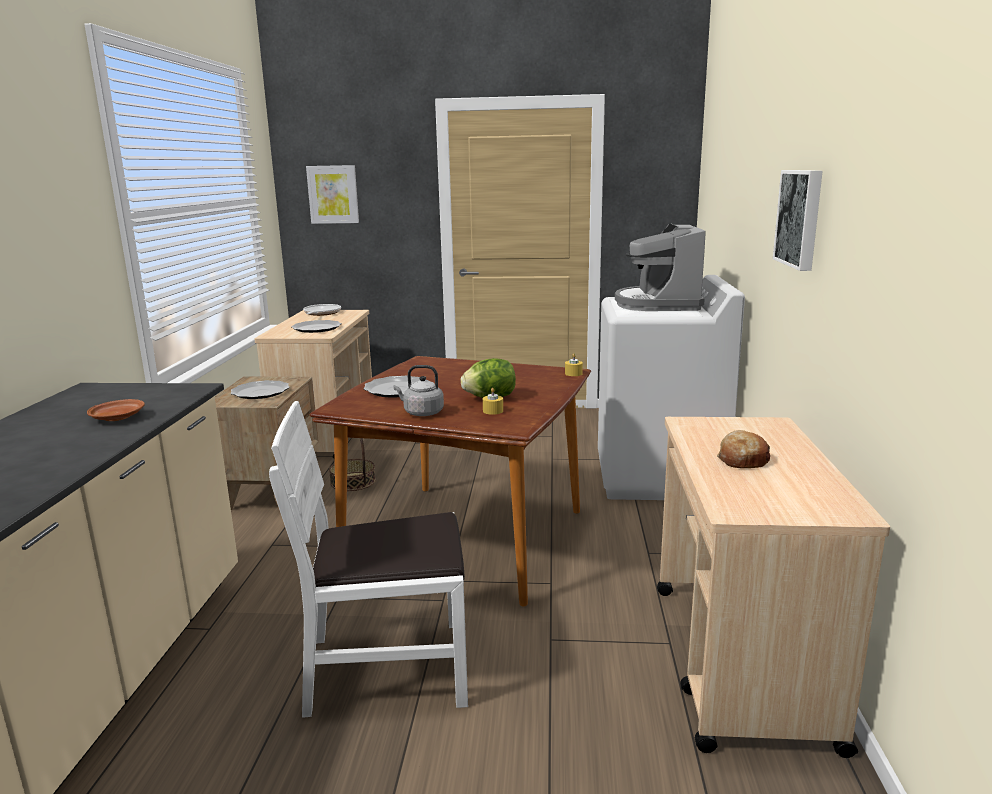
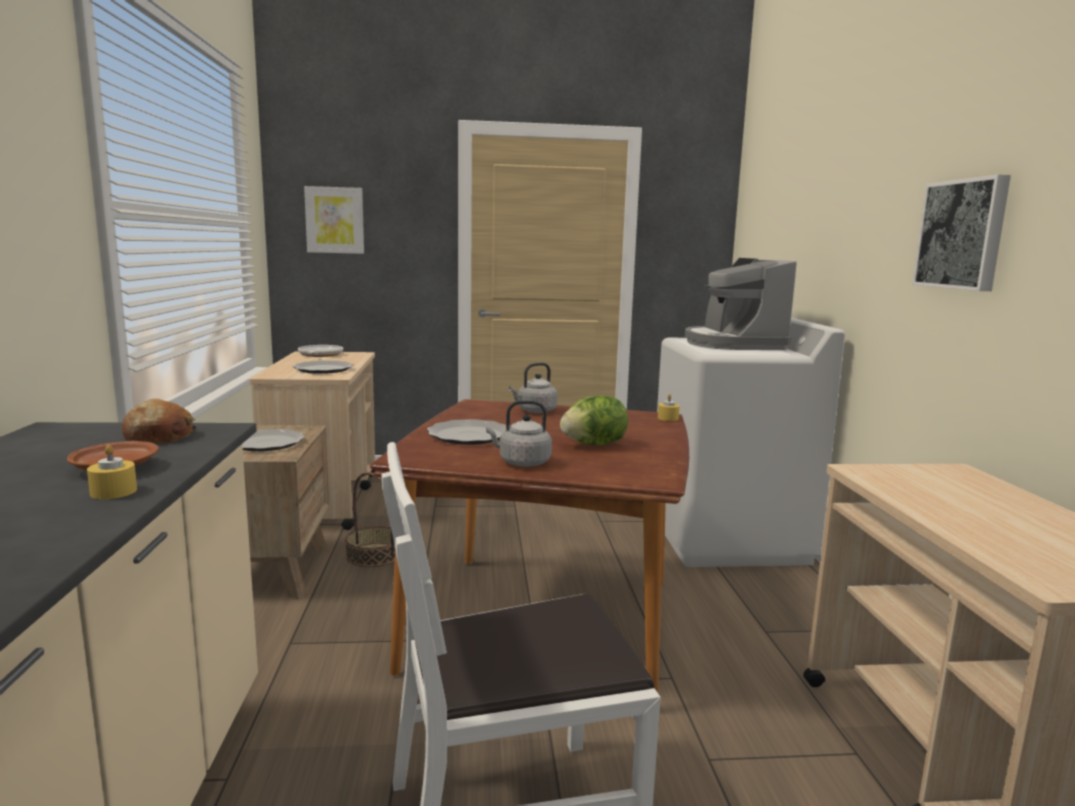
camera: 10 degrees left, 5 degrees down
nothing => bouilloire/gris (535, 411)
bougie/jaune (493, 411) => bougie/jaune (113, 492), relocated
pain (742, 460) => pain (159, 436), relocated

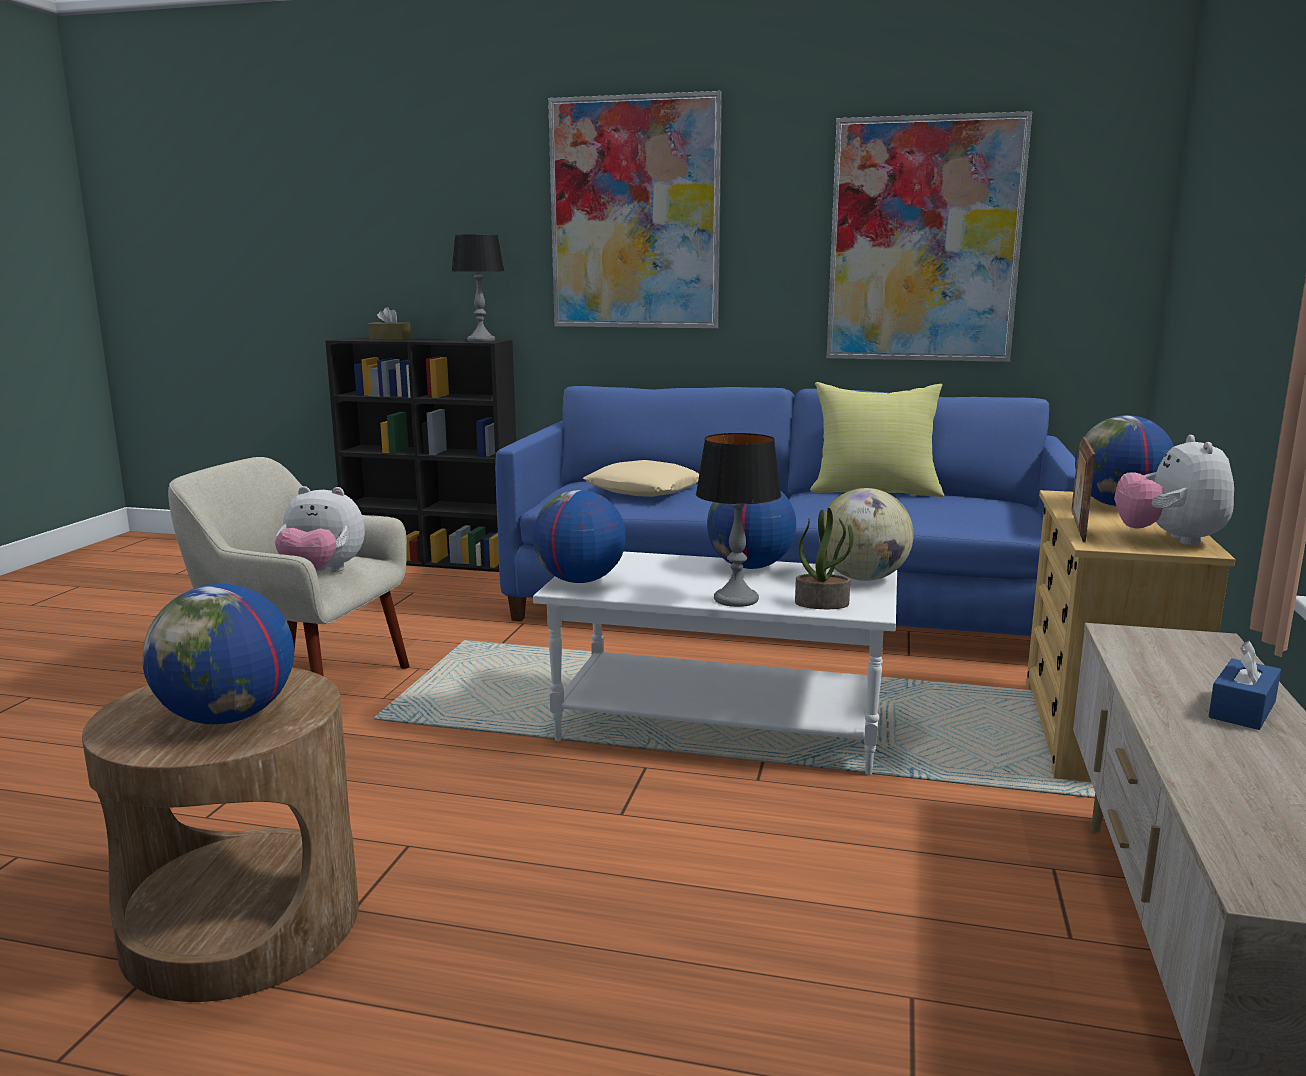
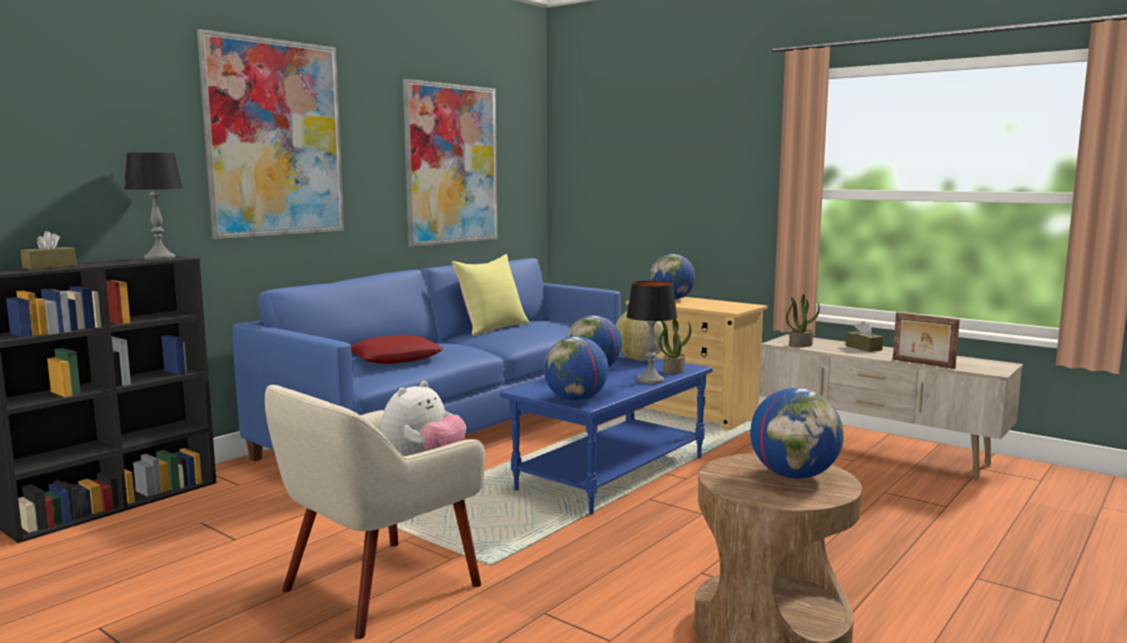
camera: 65 degrees left, 5 degrees down
peluche (1169, 540) => nothing
nothing => plante en pot (800, 345)
cadre photo (1077, 528) => cadre photo (922, 364), relocated
table basse/blanc (722, 724) => table basse/bleu (611, 472)
coussin/beige (643, 490) => coussin/rouge (395, 358)
boîte à mouchoirs/bleu (1242, 709) => boîte à mouchoirs/marron (863, 348)

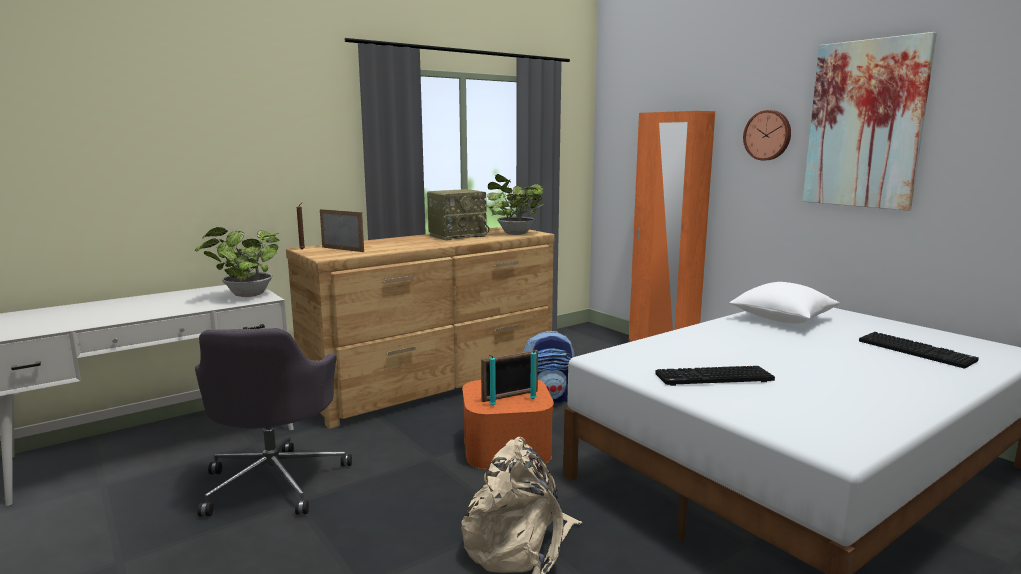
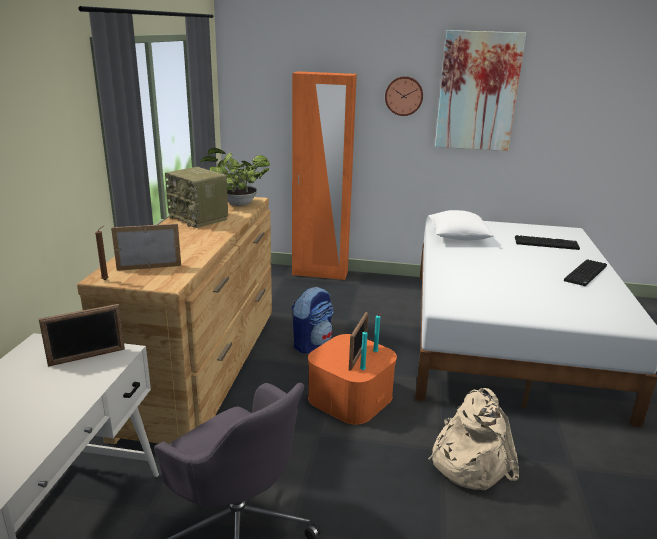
camera: 45 degrees left, 10 degrees up
clavier (713, 378) => clavier (586, 274), relocated
plante en pot (245, 295) => cadre photo (87, 357)
radio (458, 236) => radio (199, 218), 120 degrees clockwise

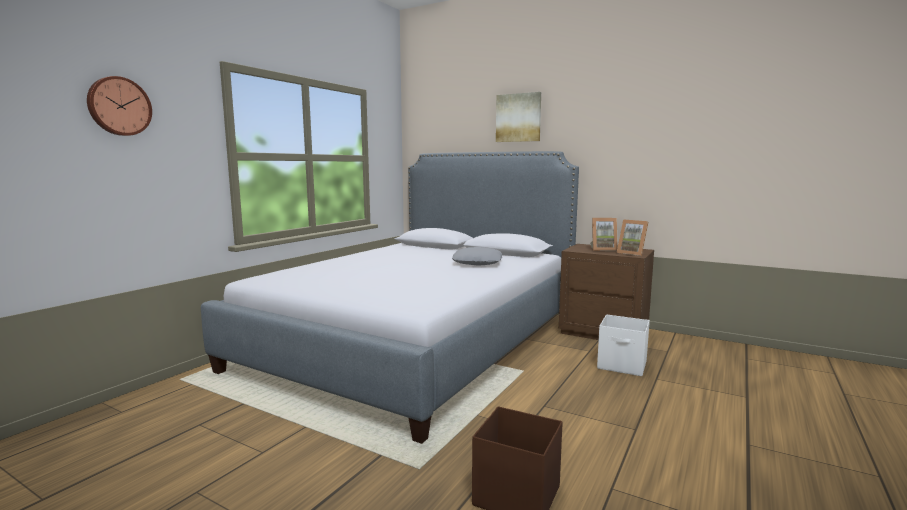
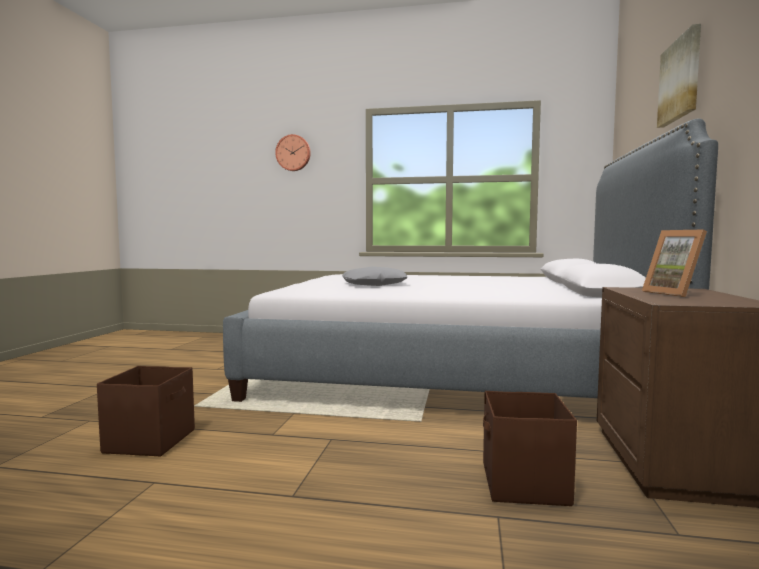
camera: 70 degrees right, 5 degrees down
cadre photo (632, 253) => nothing
coussin/gris (478, 263) => coussin/gris (374, 284), relocated
boîte de rangement/blanc (622, 365) => boîte de rangement/marron (523, 484)

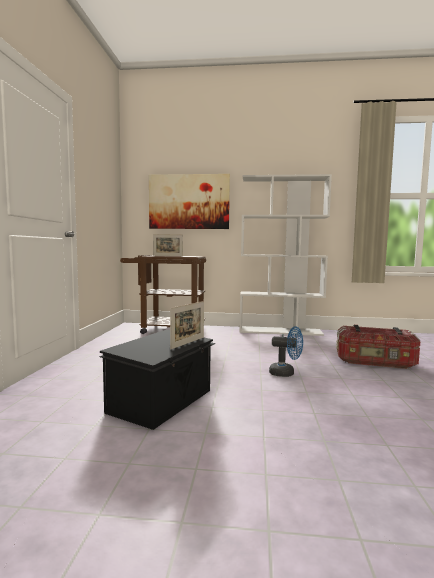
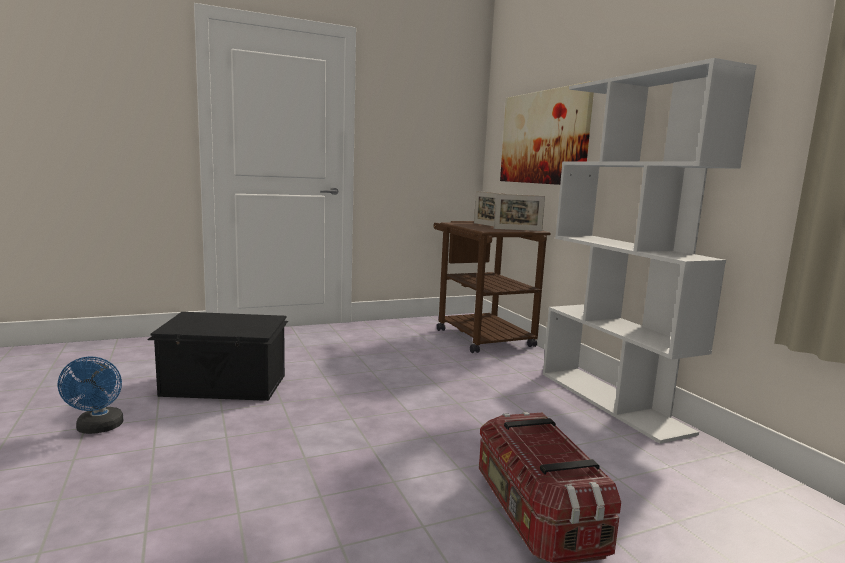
camera: 60 degrees right, 5 degrees up
cadre photo (188, 343) => cadre photo (517, 229), relocated
ventilateur/bleu (286, 373) => ventilateur/bleu (98, 428), relocated

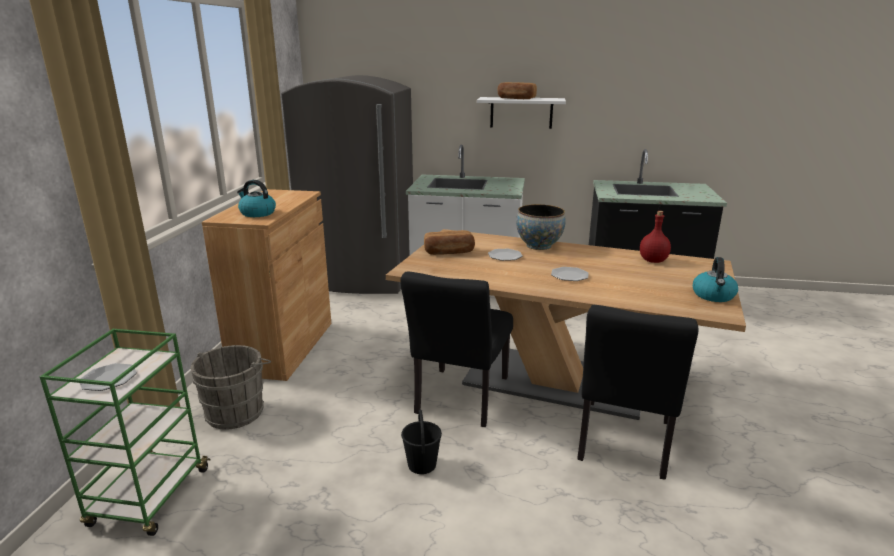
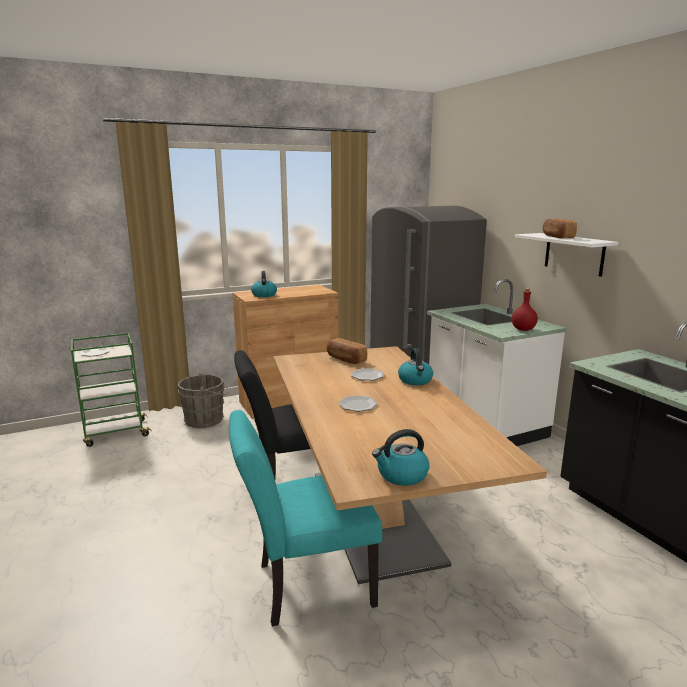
camera: 55 degrees right, 5 degrees down
seau/noir (422, 464) => nothing
bouteille/rouge (653, 261) => bouteille/rouge (522, 329), relocated
bol (539, 246) => bouilloire (415, 380)
chaise/noir (623, 446) => chaise/turquoise (305, 585)

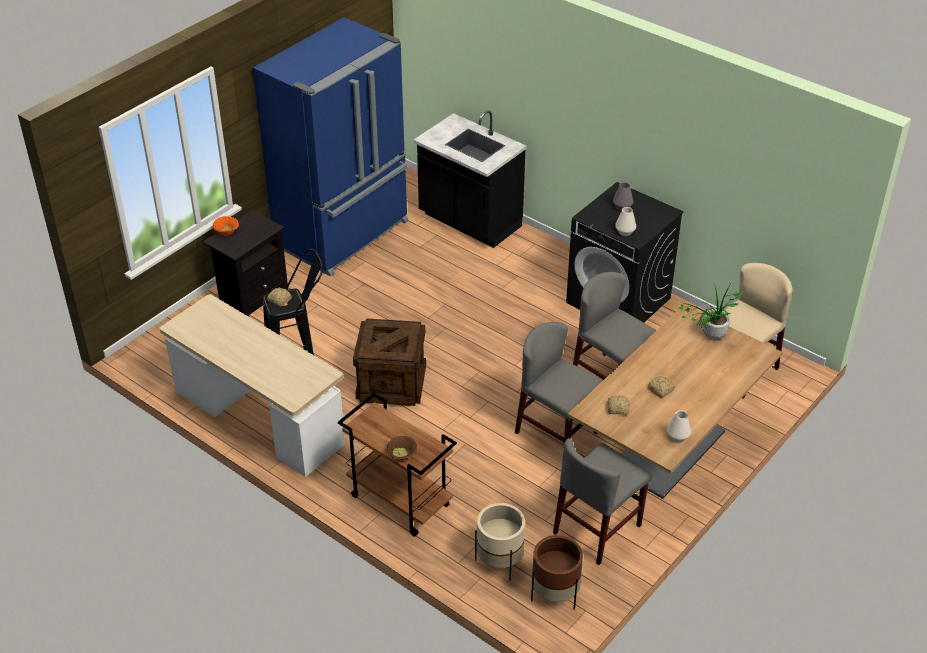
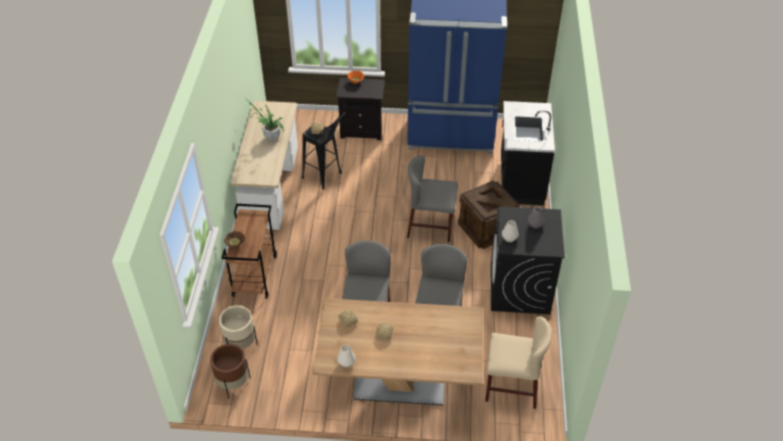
camera: 55 degrees right, 5 degrees up
caisse (392, 383) => caisse (487, 228), relocated
chaise/gris (597, 529) => chaise/gris (430, 226), relocated
plante en pot (709, 337) => plante en pot (269, 137), relocated

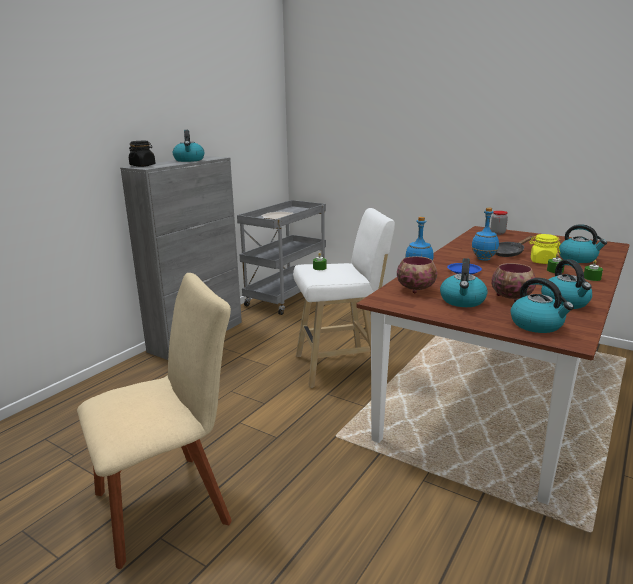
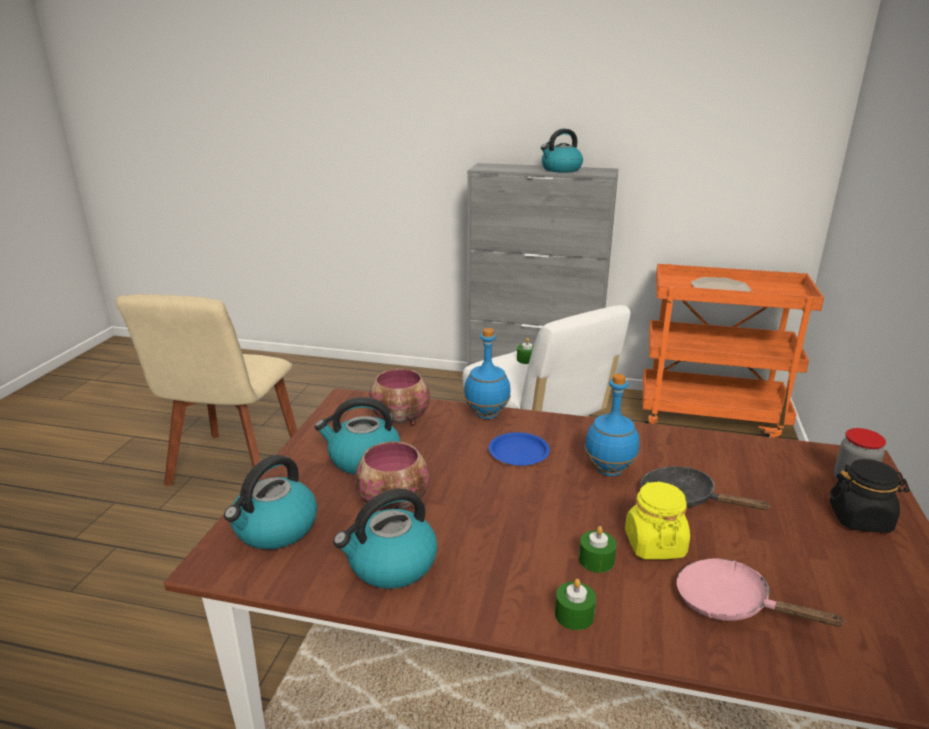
camera: 70 degrees right, 5 degrees up
bocal/noir (142, 165) => bocal/noir (860, 518), relocated
bouilloire (578, 259) => poêle/rose (730, 604)
chariot/gris (285, 297) => chariot/orange (711, 417)
chaise/beige (169, 503) => chaise/beige (233, 467), 60 degrees clockwise

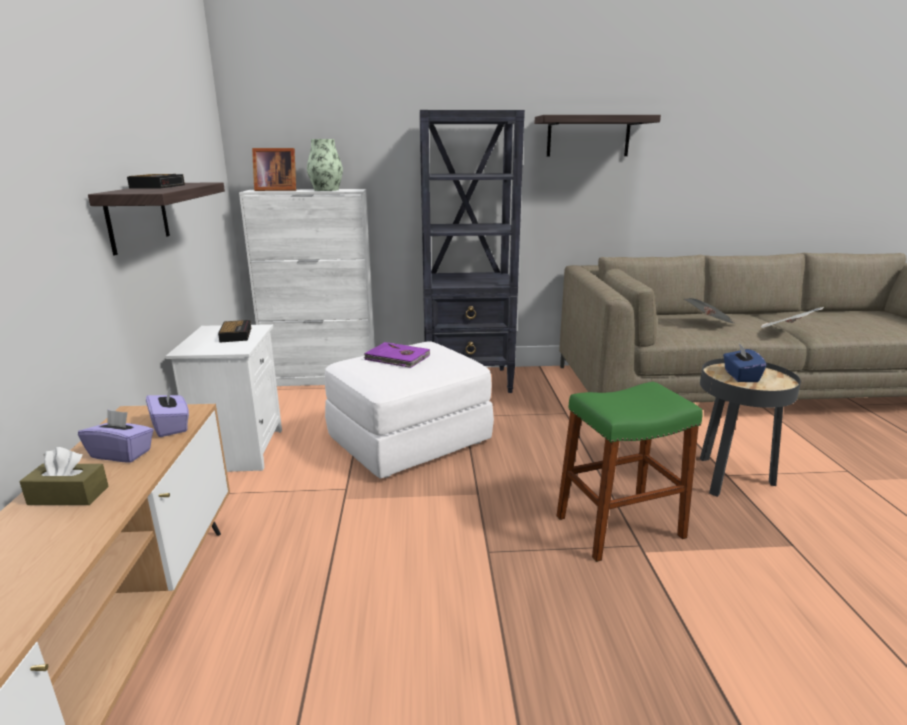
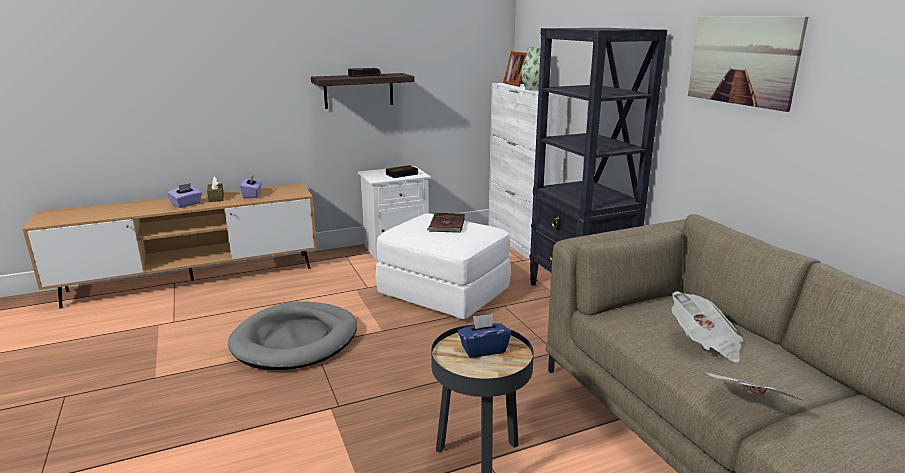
camera: 70 degrees right, 0 degrees up
tabouret/vert (619, 527) => nothing
nothing => panier pour chien/gris (296, 340)
boîte à mouchoirs/violet (171, 426) => boîte à mouchoirs/violet (186, 204), relocated
étagère (588, 136) => tableau (742, 60)
livre/violet (397, 358) => livre/marron (446, 225)

